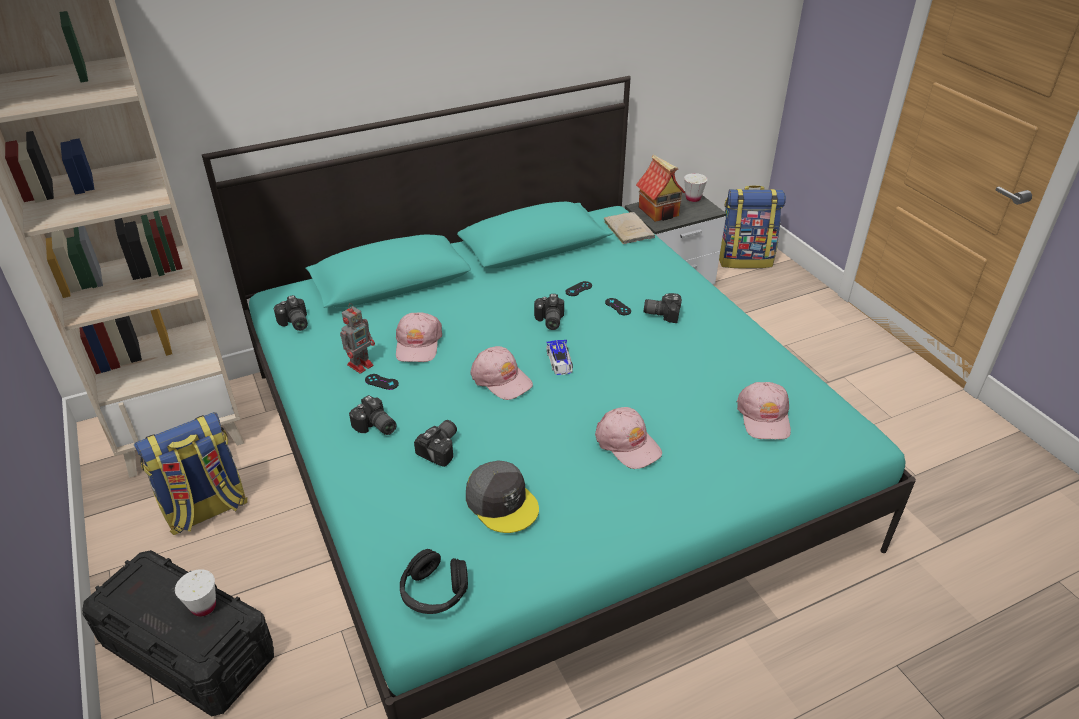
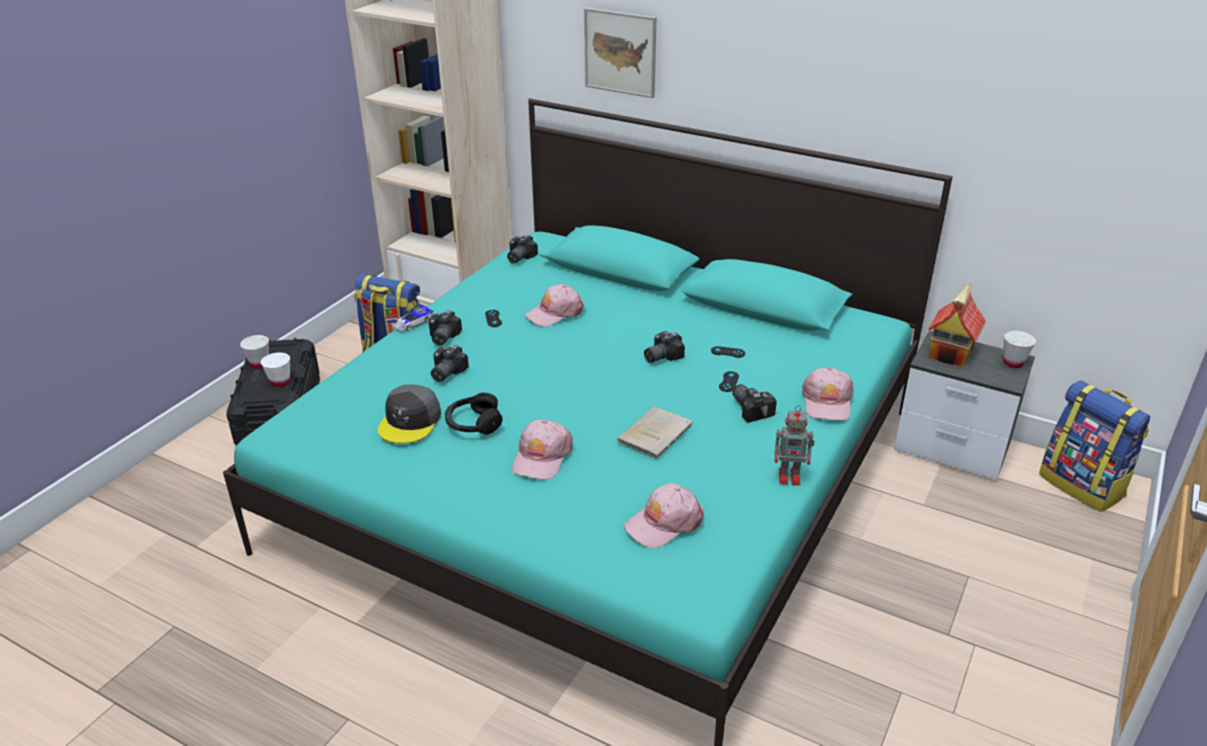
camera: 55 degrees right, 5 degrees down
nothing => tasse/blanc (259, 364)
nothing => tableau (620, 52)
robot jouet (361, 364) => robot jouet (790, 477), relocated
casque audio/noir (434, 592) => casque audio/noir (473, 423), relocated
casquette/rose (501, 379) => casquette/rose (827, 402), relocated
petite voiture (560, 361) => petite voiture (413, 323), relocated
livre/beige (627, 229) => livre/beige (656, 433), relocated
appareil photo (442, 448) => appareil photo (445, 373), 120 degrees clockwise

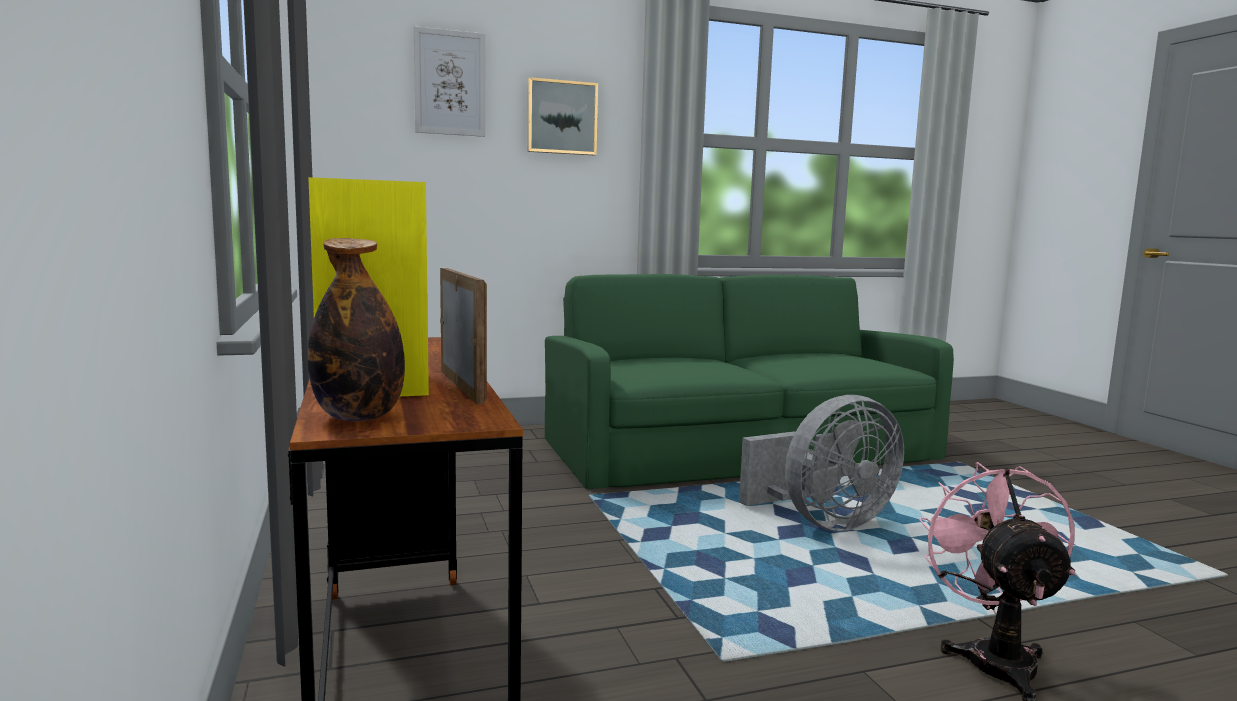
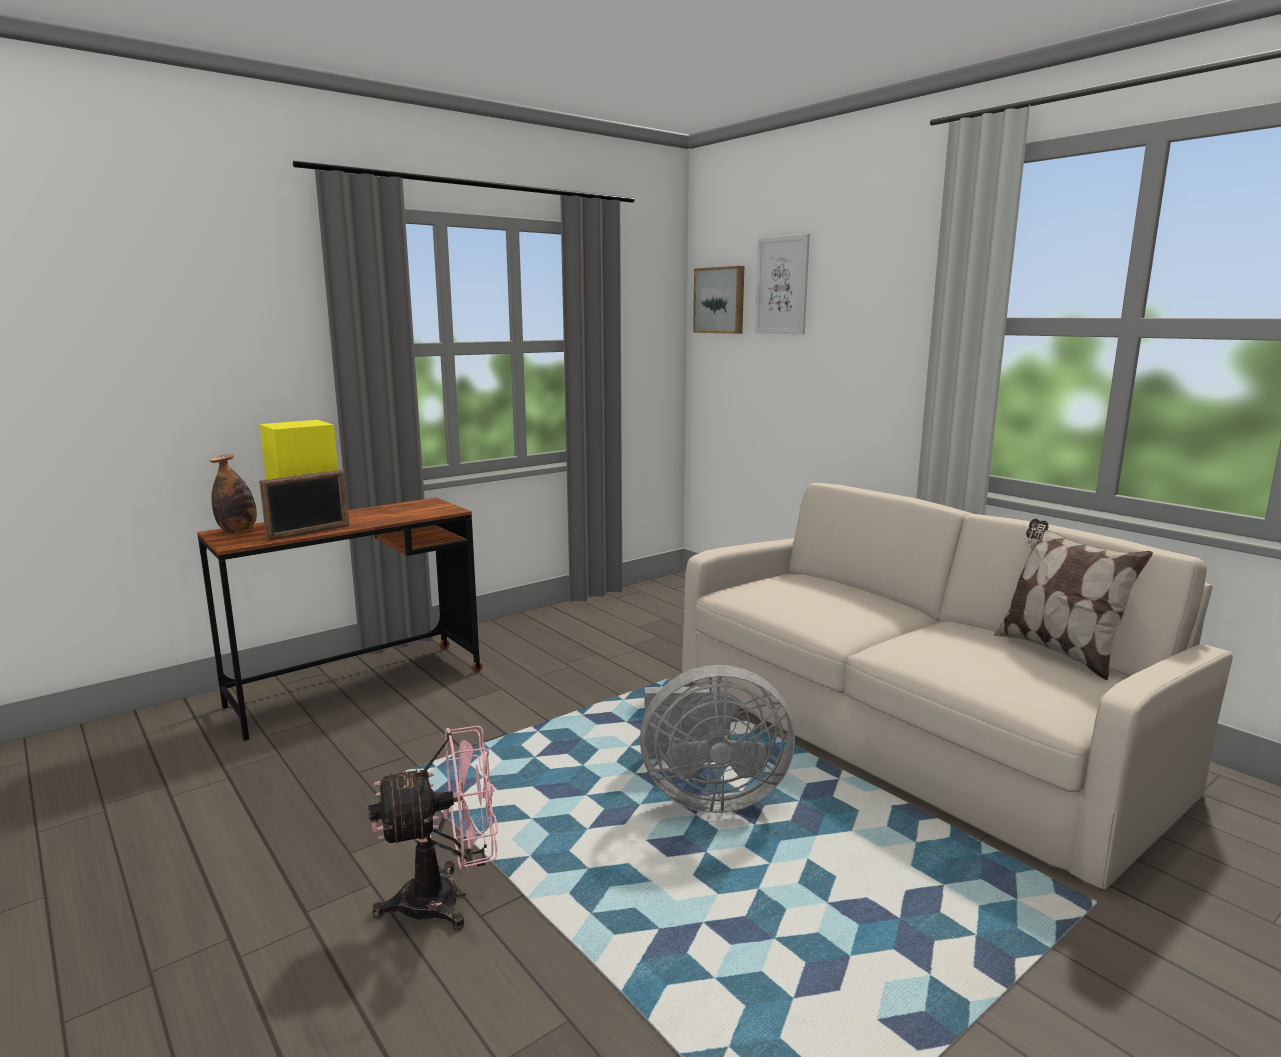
camera: 70 degrees right, 5 degrees up
nothing => coussin (1058, 652)
tableau (561, 117) => tableau (720, 300), relocated
canapé/vert (739, 446) => canapé/beige (911, 725)
ventilateur/gris (824, 522) => ventilateur/gris (707, 796), 45 degrees counterclockwise

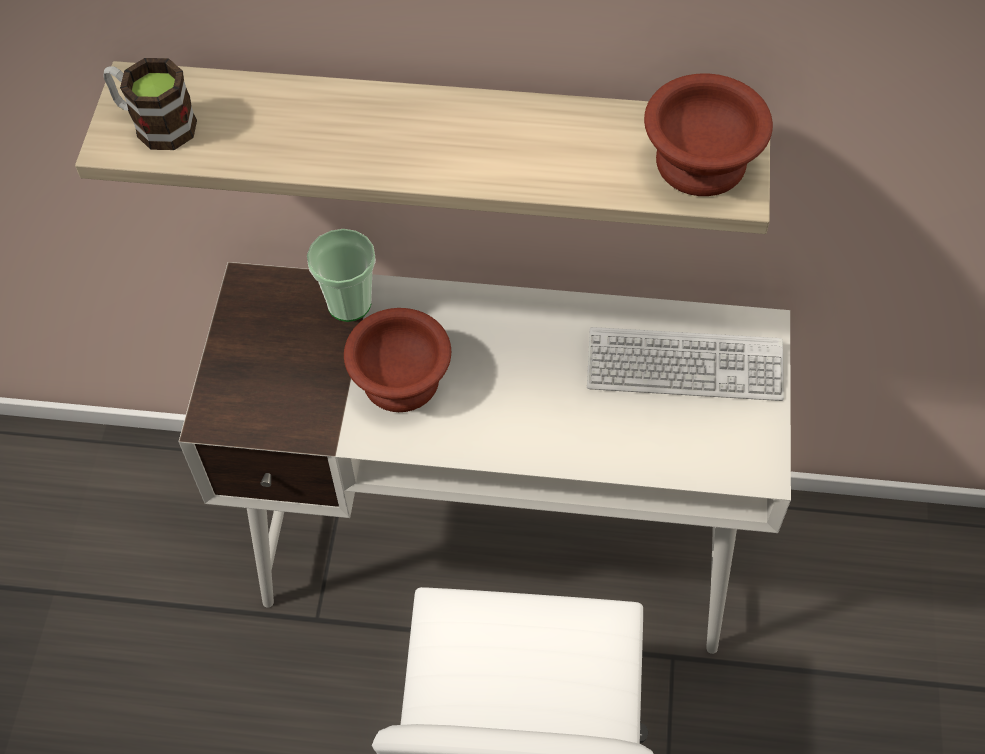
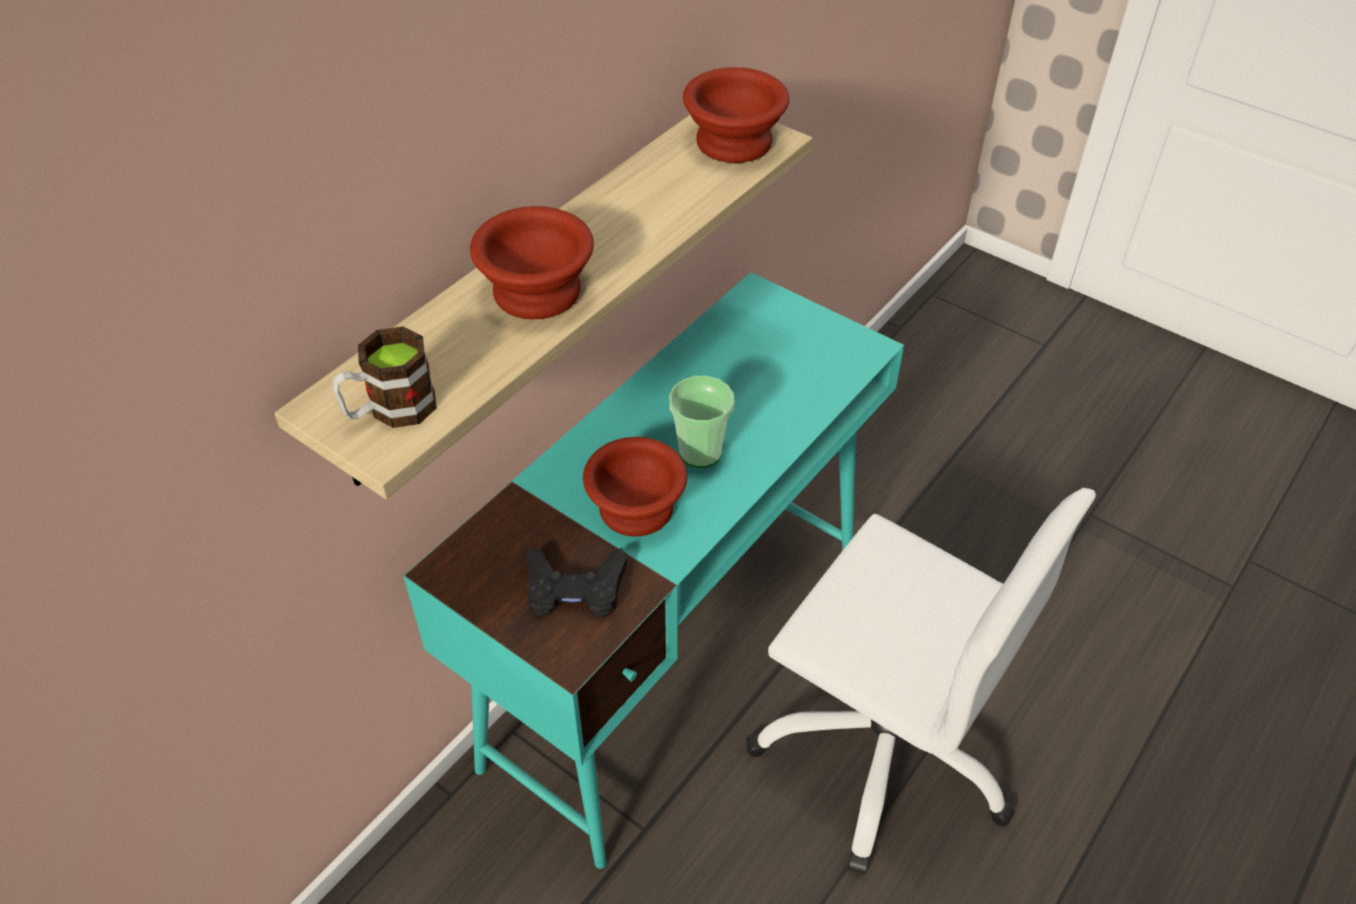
camera: 60 degrees left, 10 degrees down
clavier (684, 366) => nothing
nothing => bol/marron (535, 294)
nothing => manette/noir (574, 588)
tasse (349, 304) => tasse (700, 452), relocated
bureau/blanc (499, 552) => bureau/turquoise (677, 660)

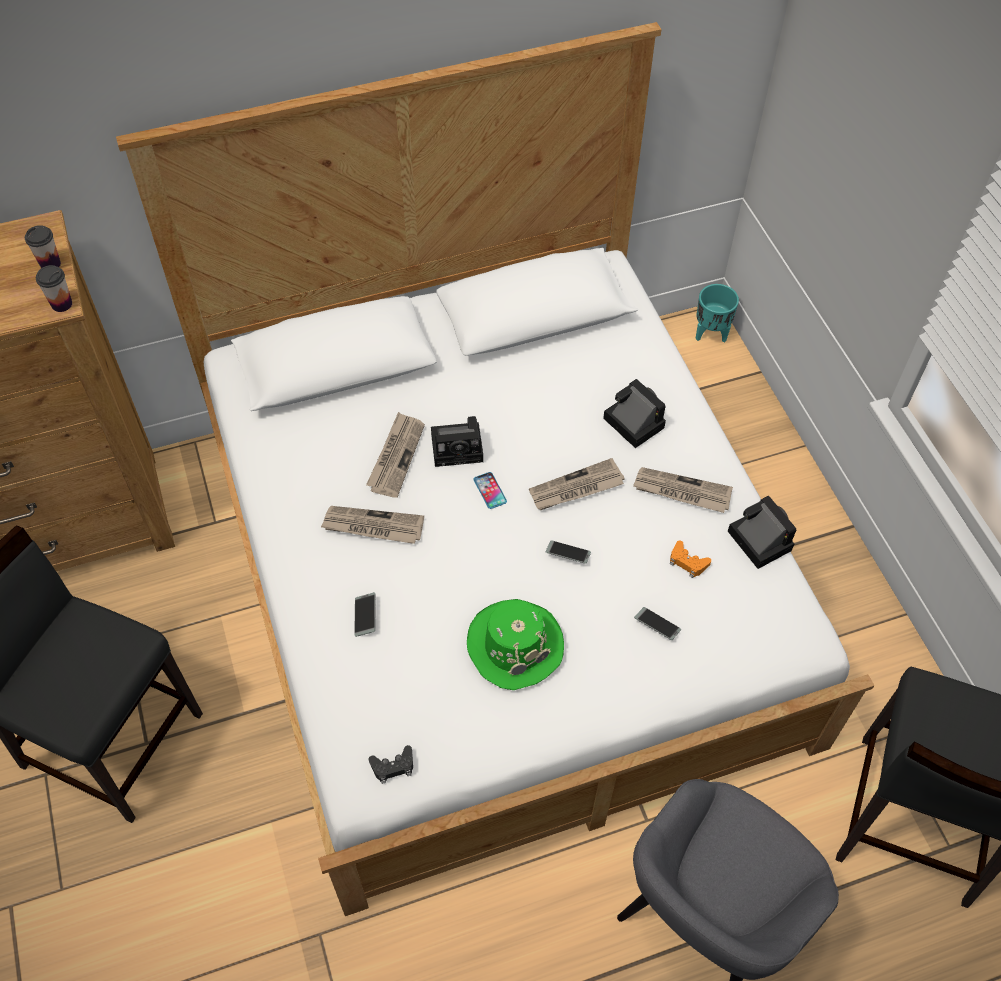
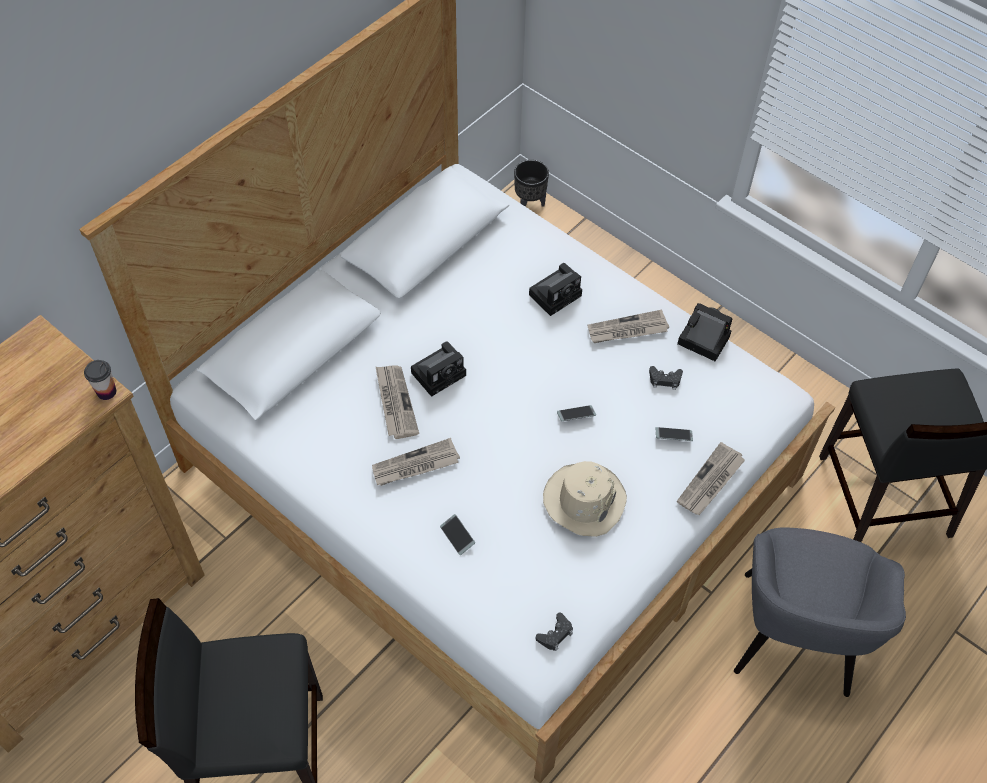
camera: 30 degrees left, 0 degrees up
tasse (50, 264) => nothing
téléphone (490, 491) => nothing
journal (576, 488) => journal (710, 482), relocated
chapeau/vert (514, 645) => chapeau/beige (584, 500)
manette/orange (687, 562) => manette/noir (665, 380)
cache-pot/turquoise (710, 333) => cache-pot/noir (529, 204)
appareil photo (631, 422) => appareil photo (556, 294), 120 degrees clockwise

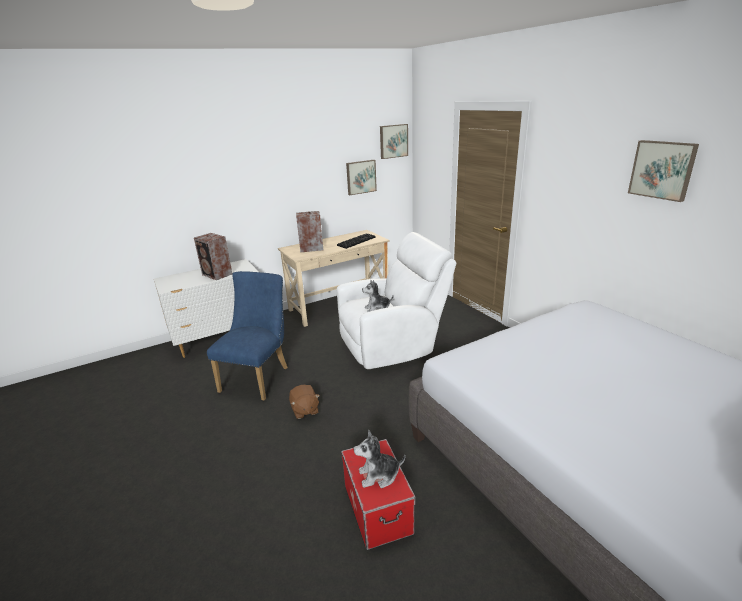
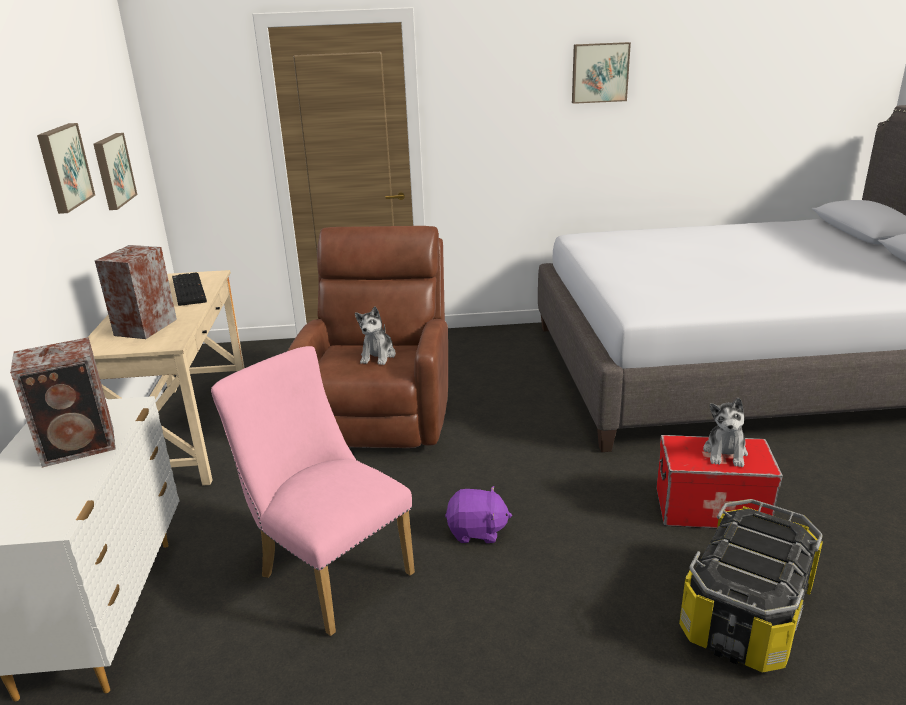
camera: 65 degrees left, 0 degrees up
nothing => boîte de rangement (747, 613)
tableau (393, 141) => tableau (63, 167), relocated
chaise/bleu (258, 377) => chaise/rose (329, 571)
peluche/marron (304, 410) => peluche/violet (477, 531)
fauteuil/blanc (393, 345) => fauteuil/marron (381, 414)

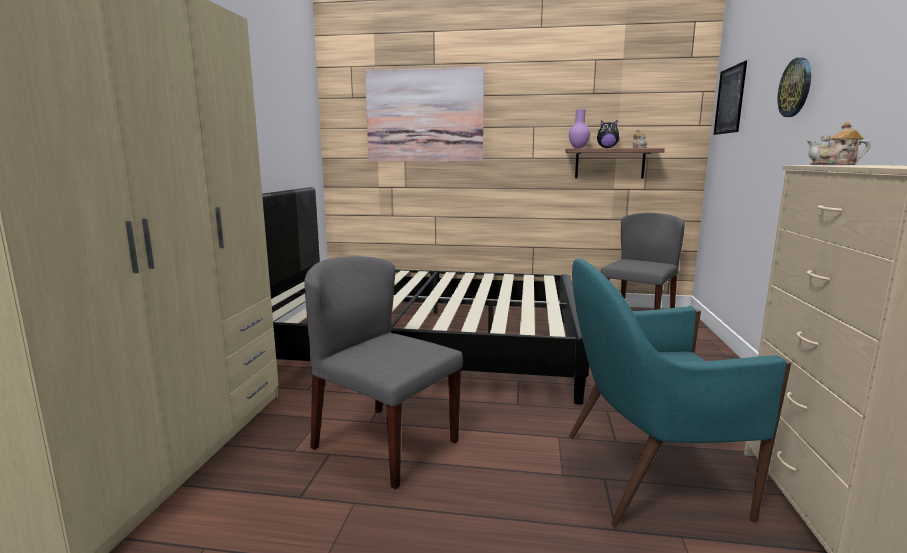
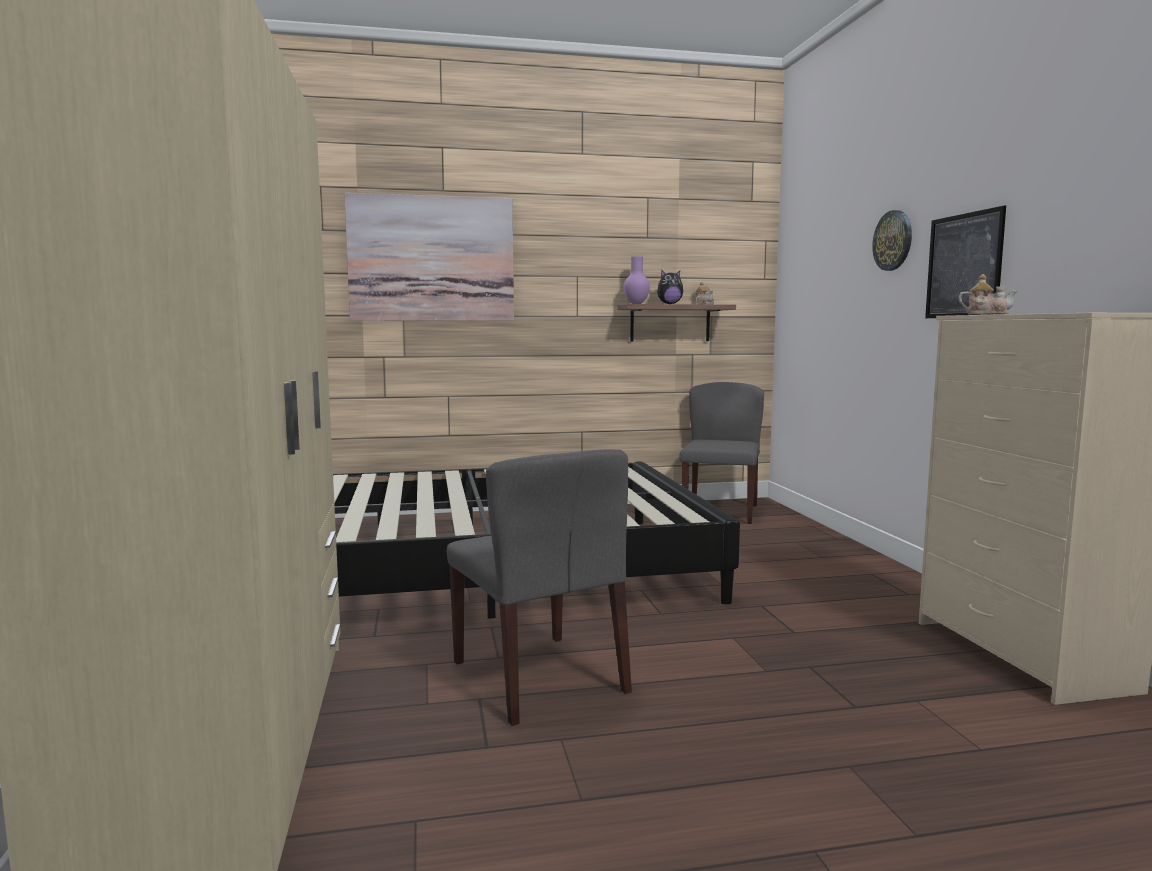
camera: 20 degrees left, 5 degrees down
fauteuil/turquoise (646, 474) => nothing
tableau (730, 100) => tableau (964, 266), relocated
chaise/gris (384, 444) => chaise/gris (540, 677), 135 degrees counterclockwise
théière (834, 165) => théière (986, 314), 150 degrees counterclockwise

